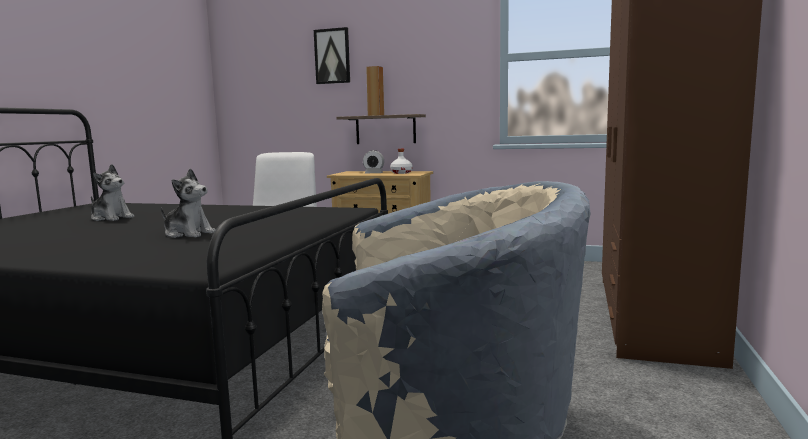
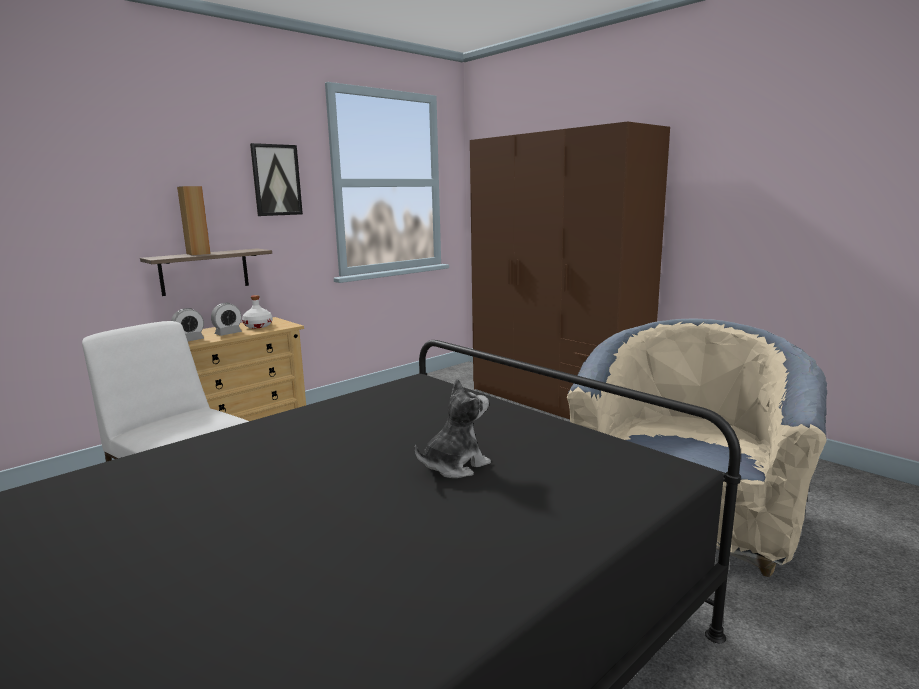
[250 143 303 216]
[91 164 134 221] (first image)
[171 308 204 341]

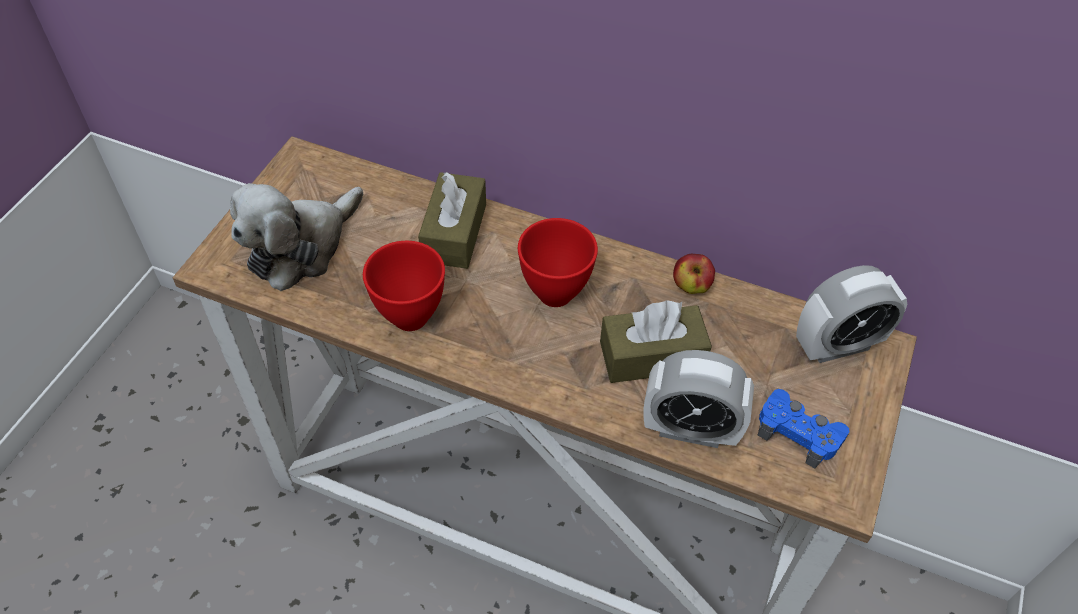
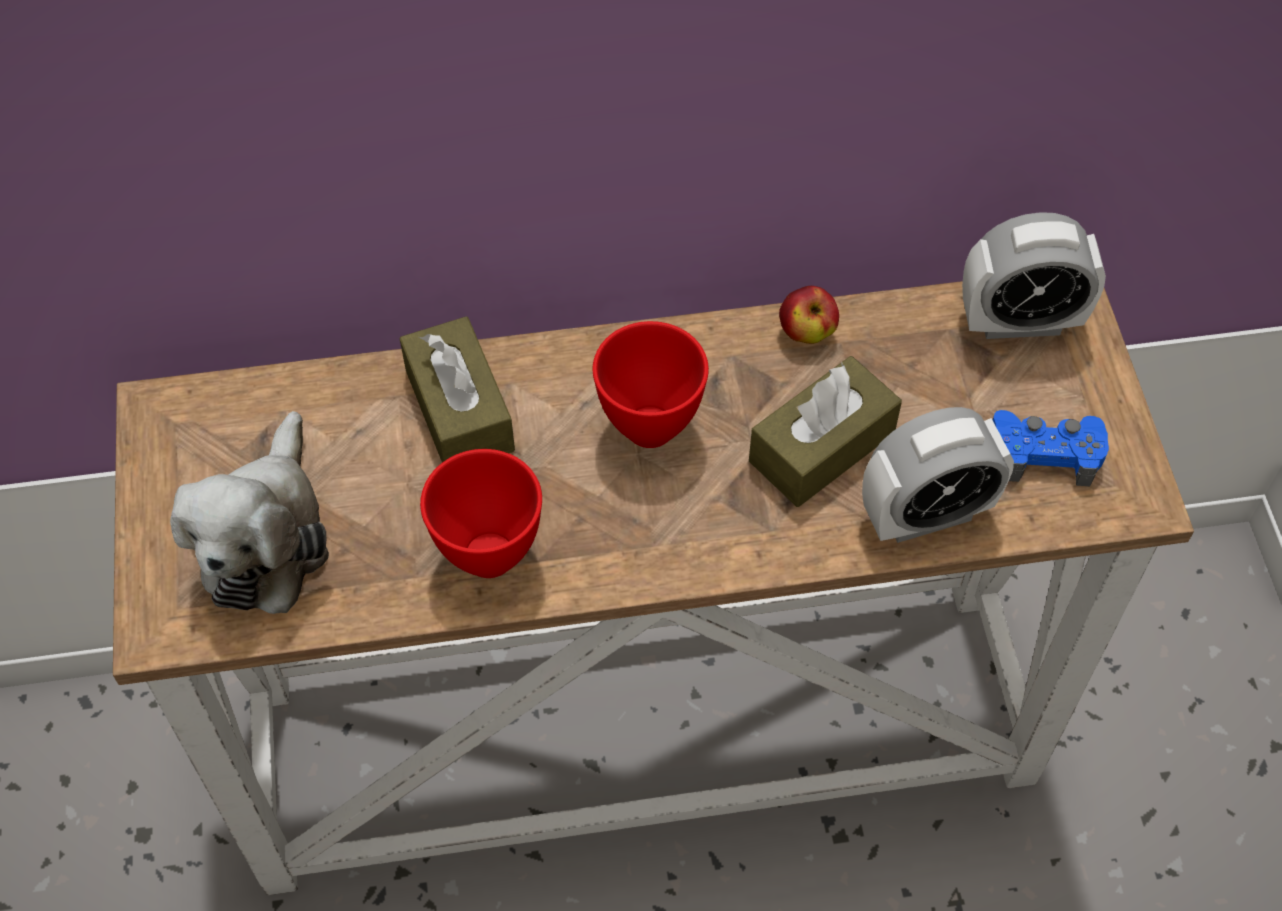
[962 212 1106 339]

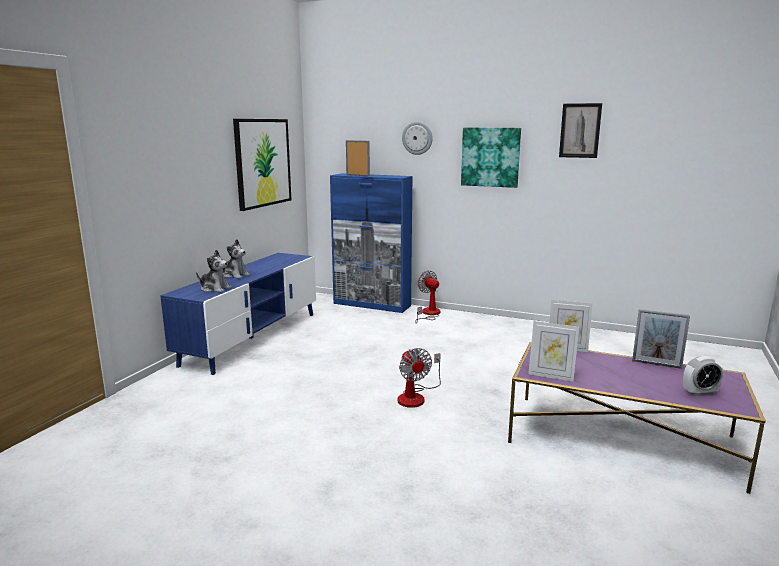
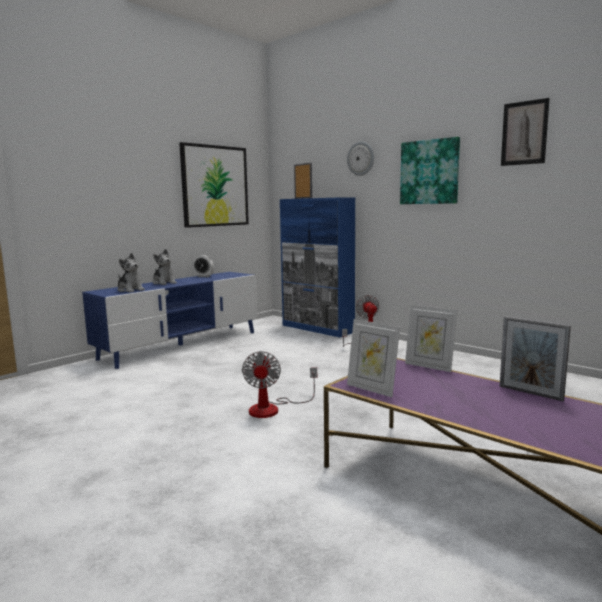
[193 255 214 277]

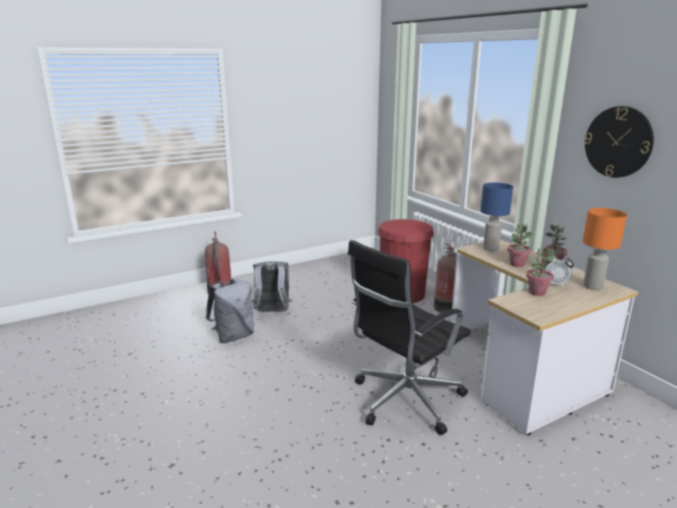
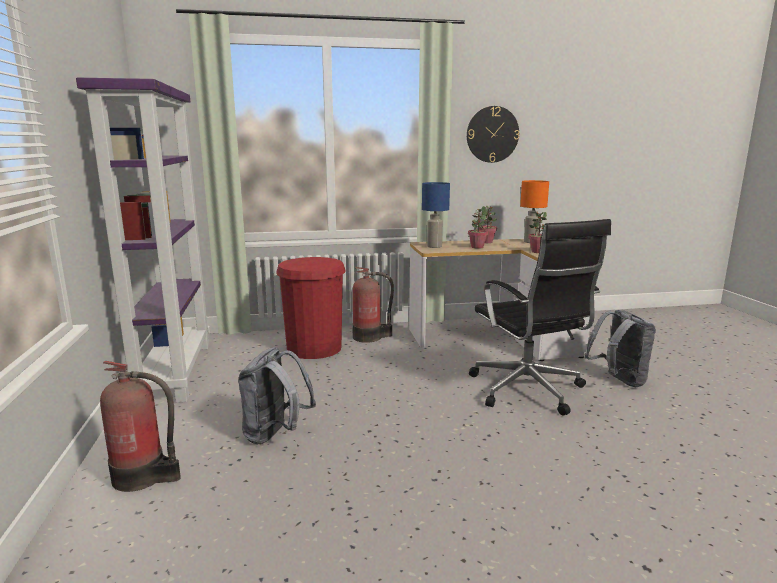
[545 252 574 287] (first image)
[584 310 656 387]
[76 77 210 403]

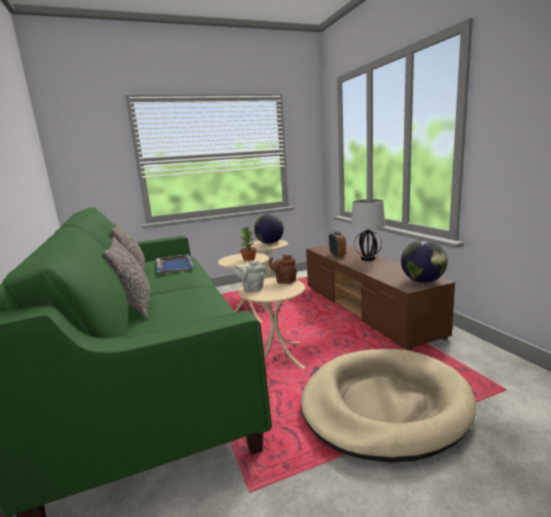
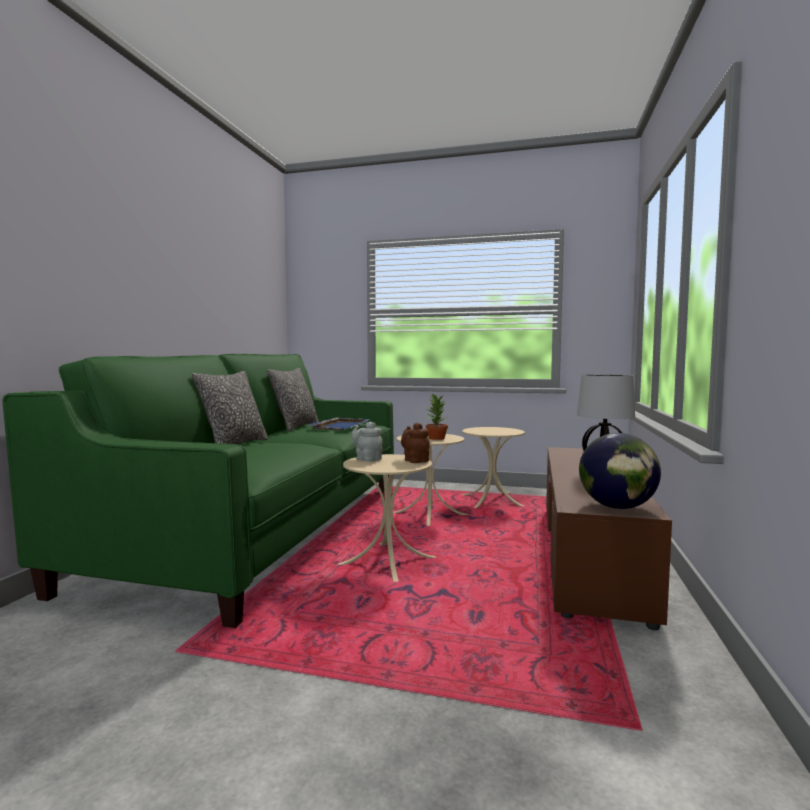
[254 214 284 244] (first image)
[329 231 346 257] (first image)
[301 349 476 463] (first image)

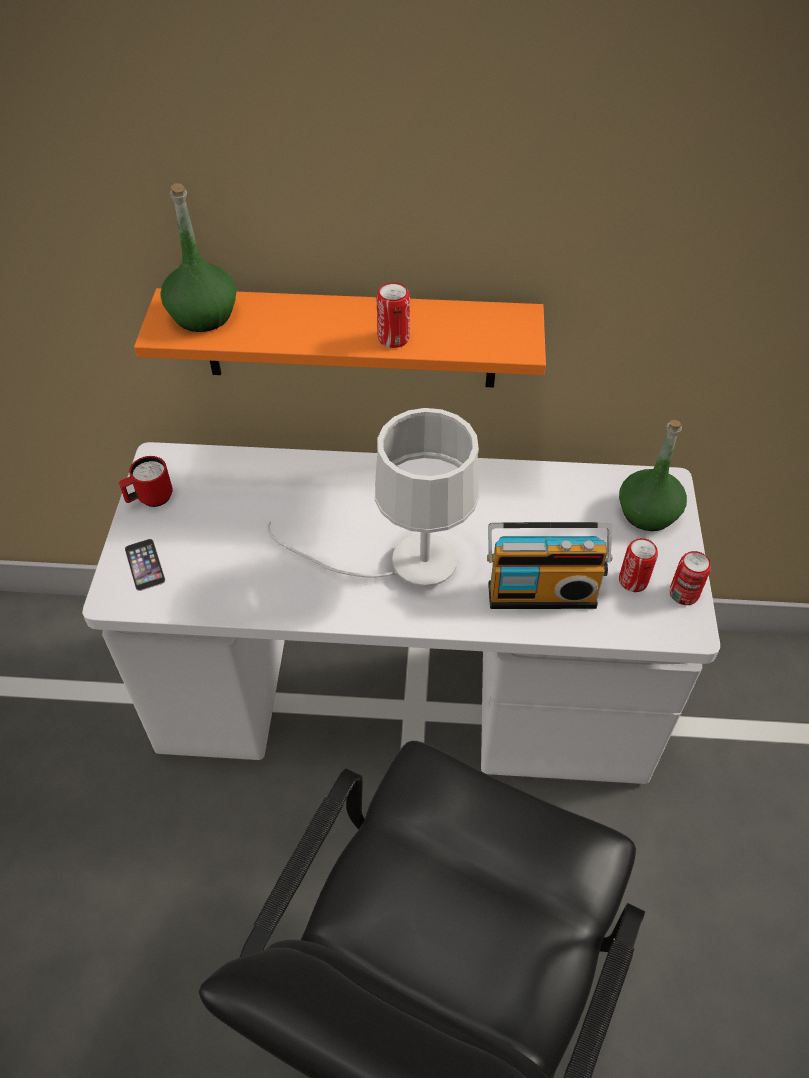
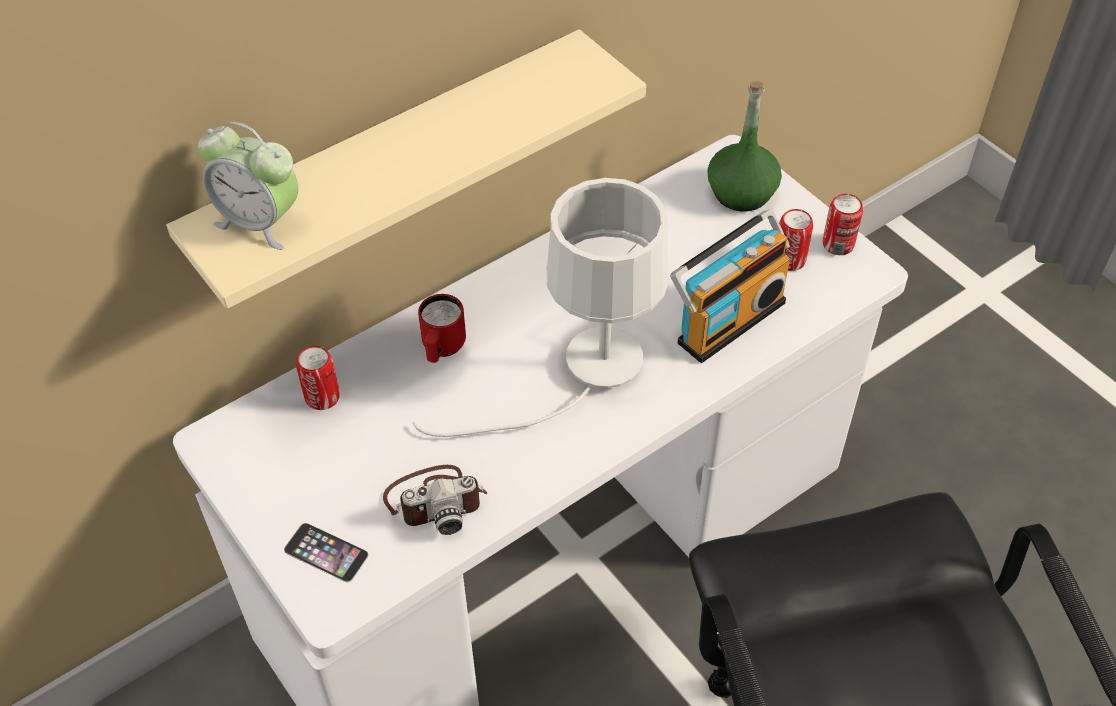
[198 122 298 250]
[296 346 340 410]
[167 29 646 309]
[418 294 466 363]
[383 465 487 535]

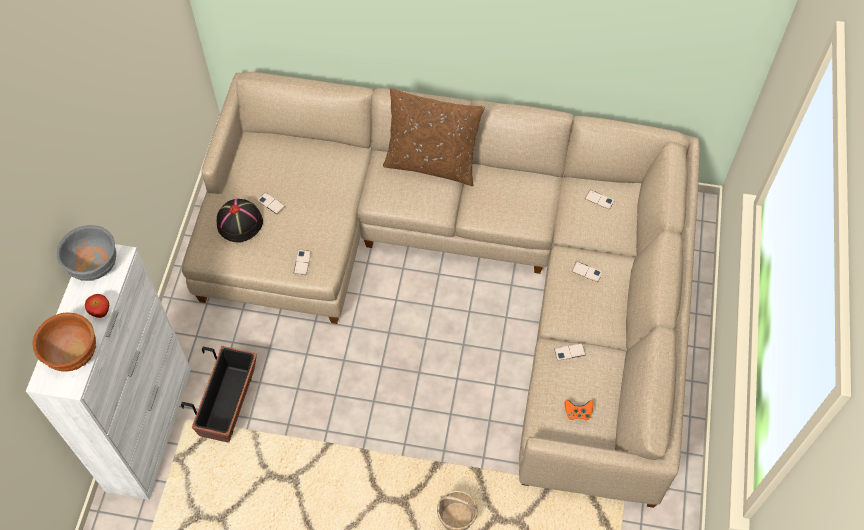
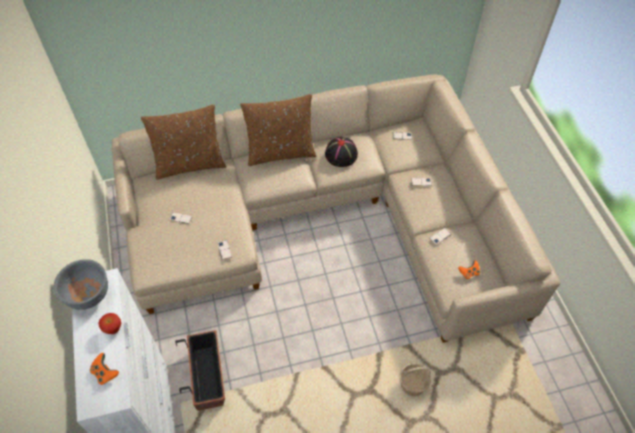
[325 137 358 167]
[90 353 119 385]
[141 104 226 180]

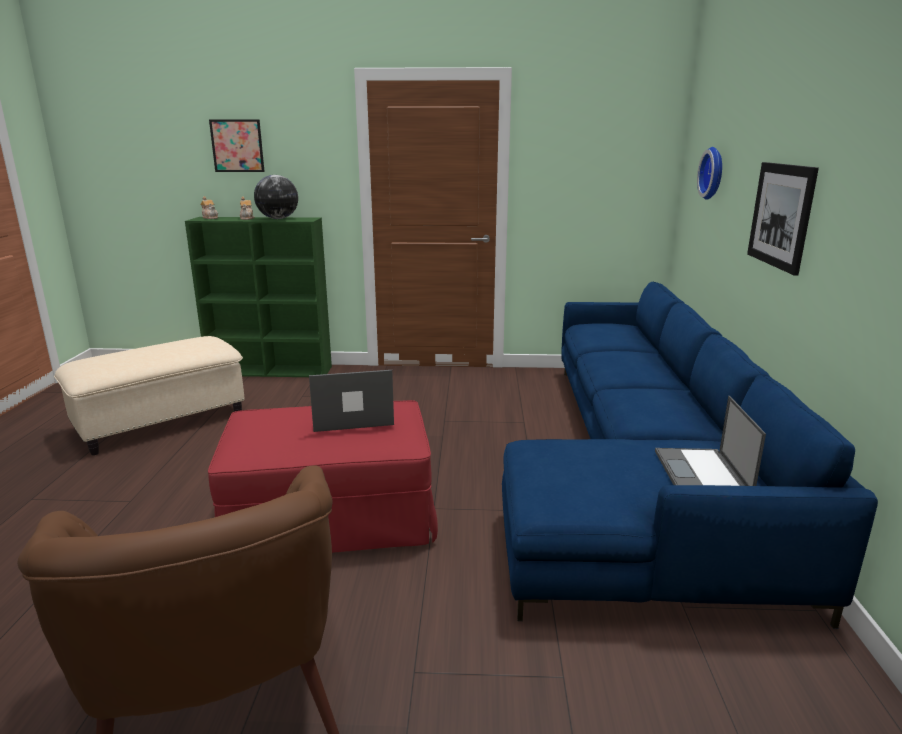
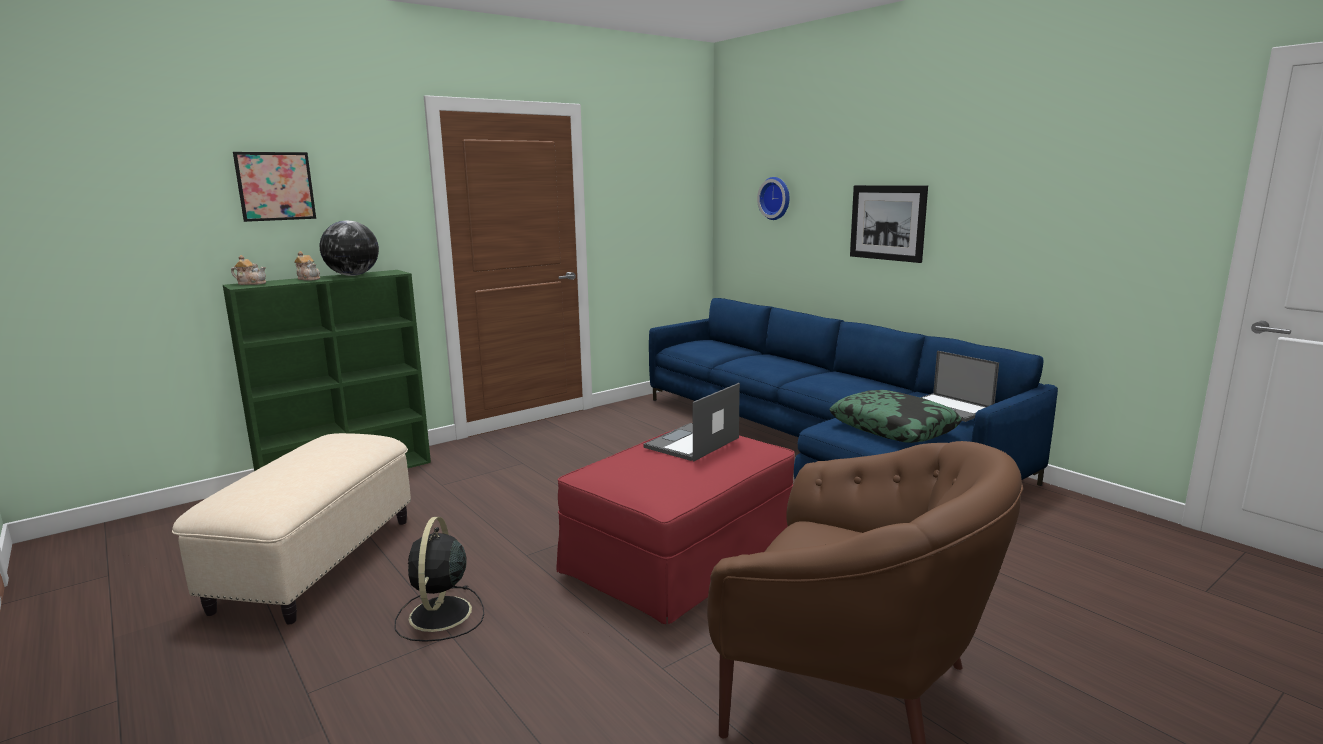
[830 390 962 443]
[394 517 484 642]

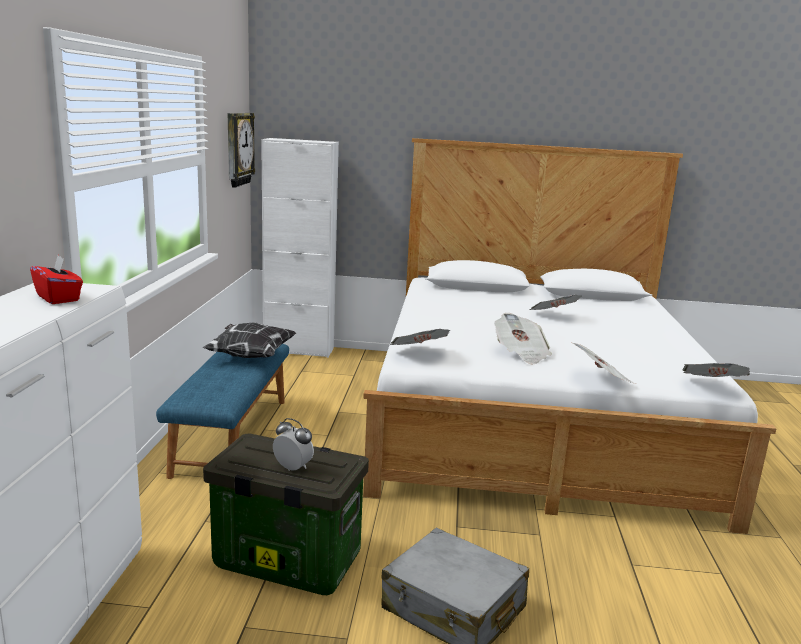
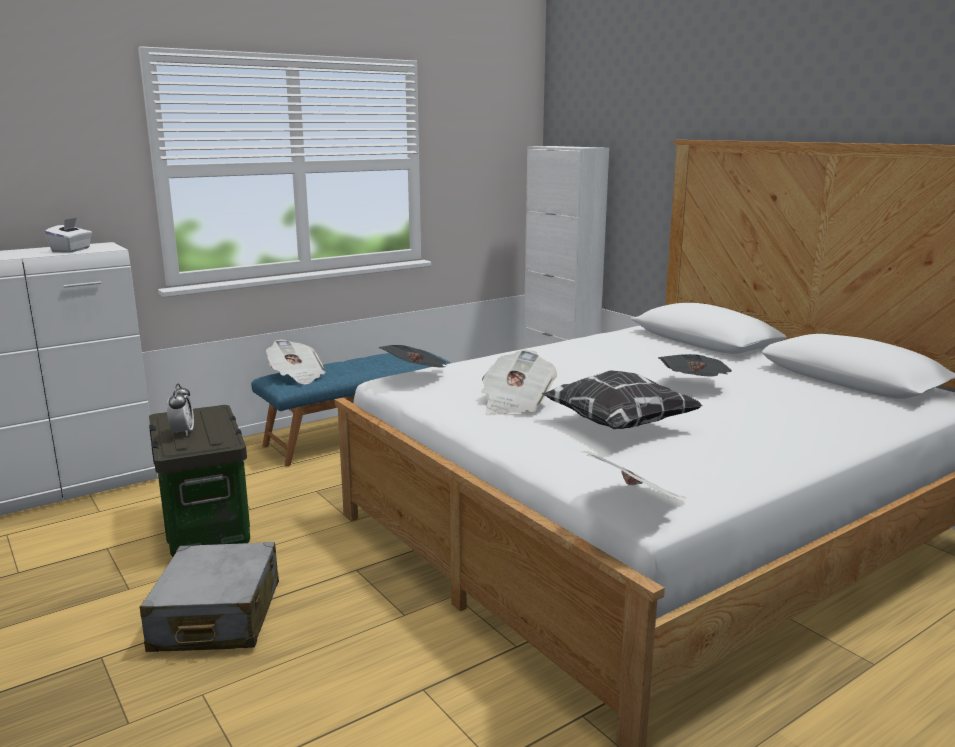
[228 113 255 188] (first image)
[45 218 92 253]
[542 370 703 429]
[266 340 326 385]

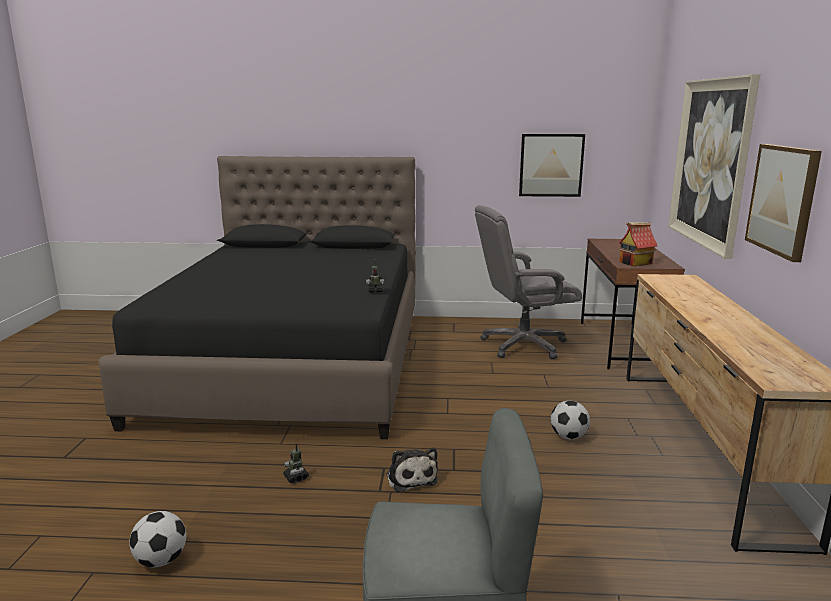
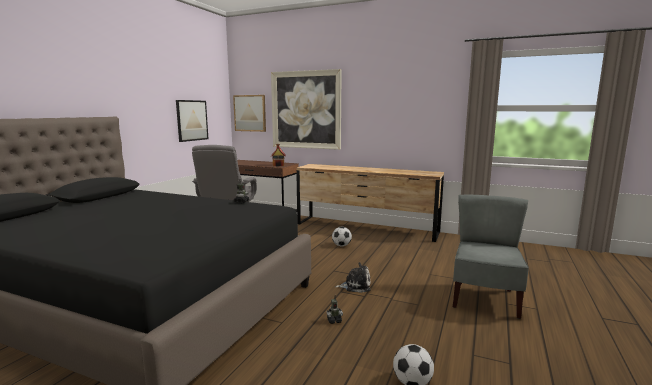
[233 95 266 132]

